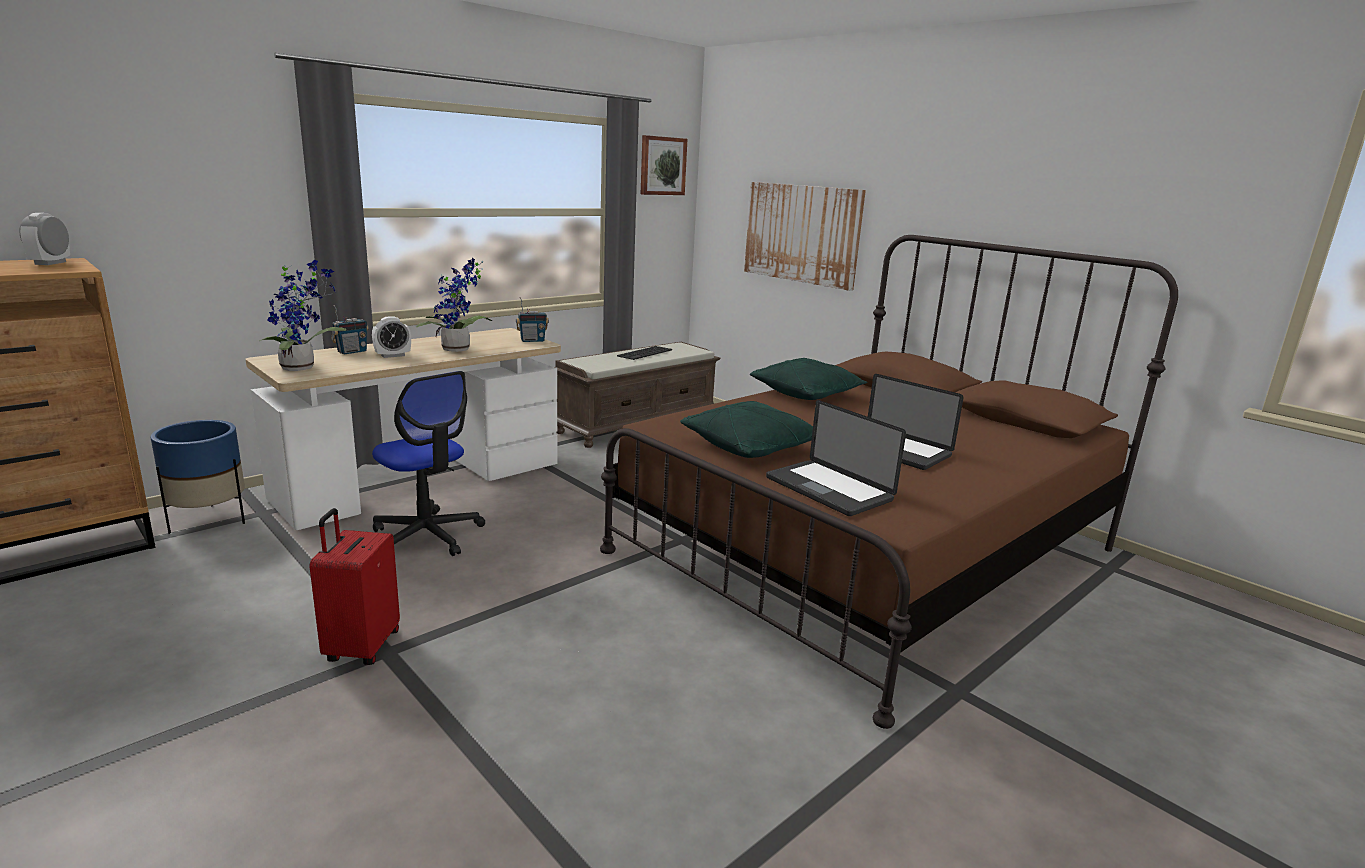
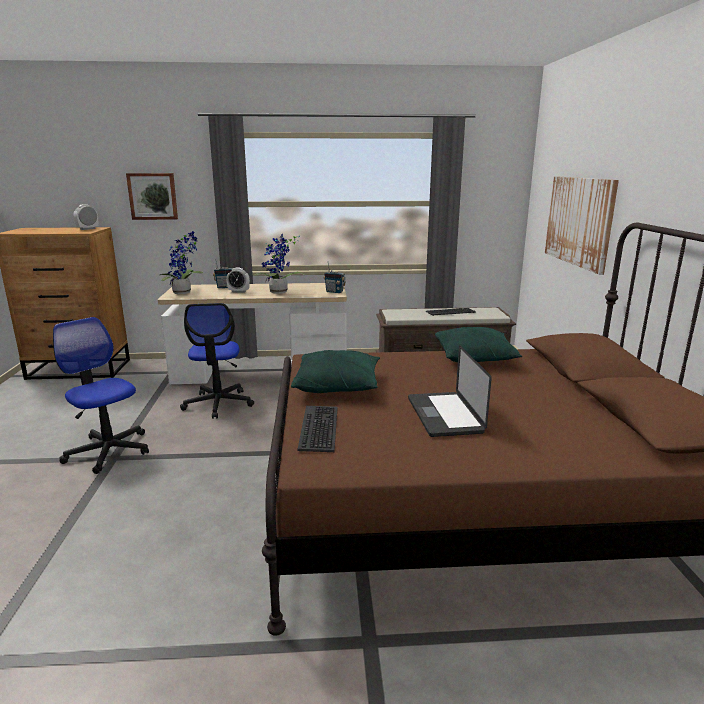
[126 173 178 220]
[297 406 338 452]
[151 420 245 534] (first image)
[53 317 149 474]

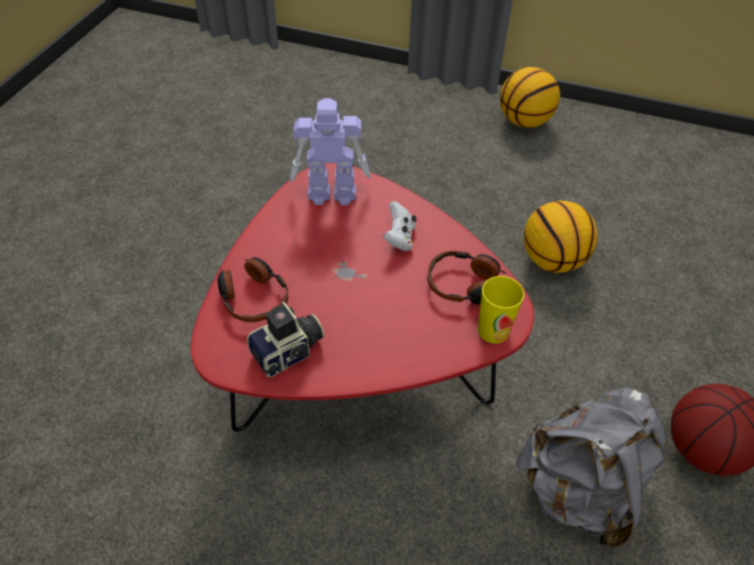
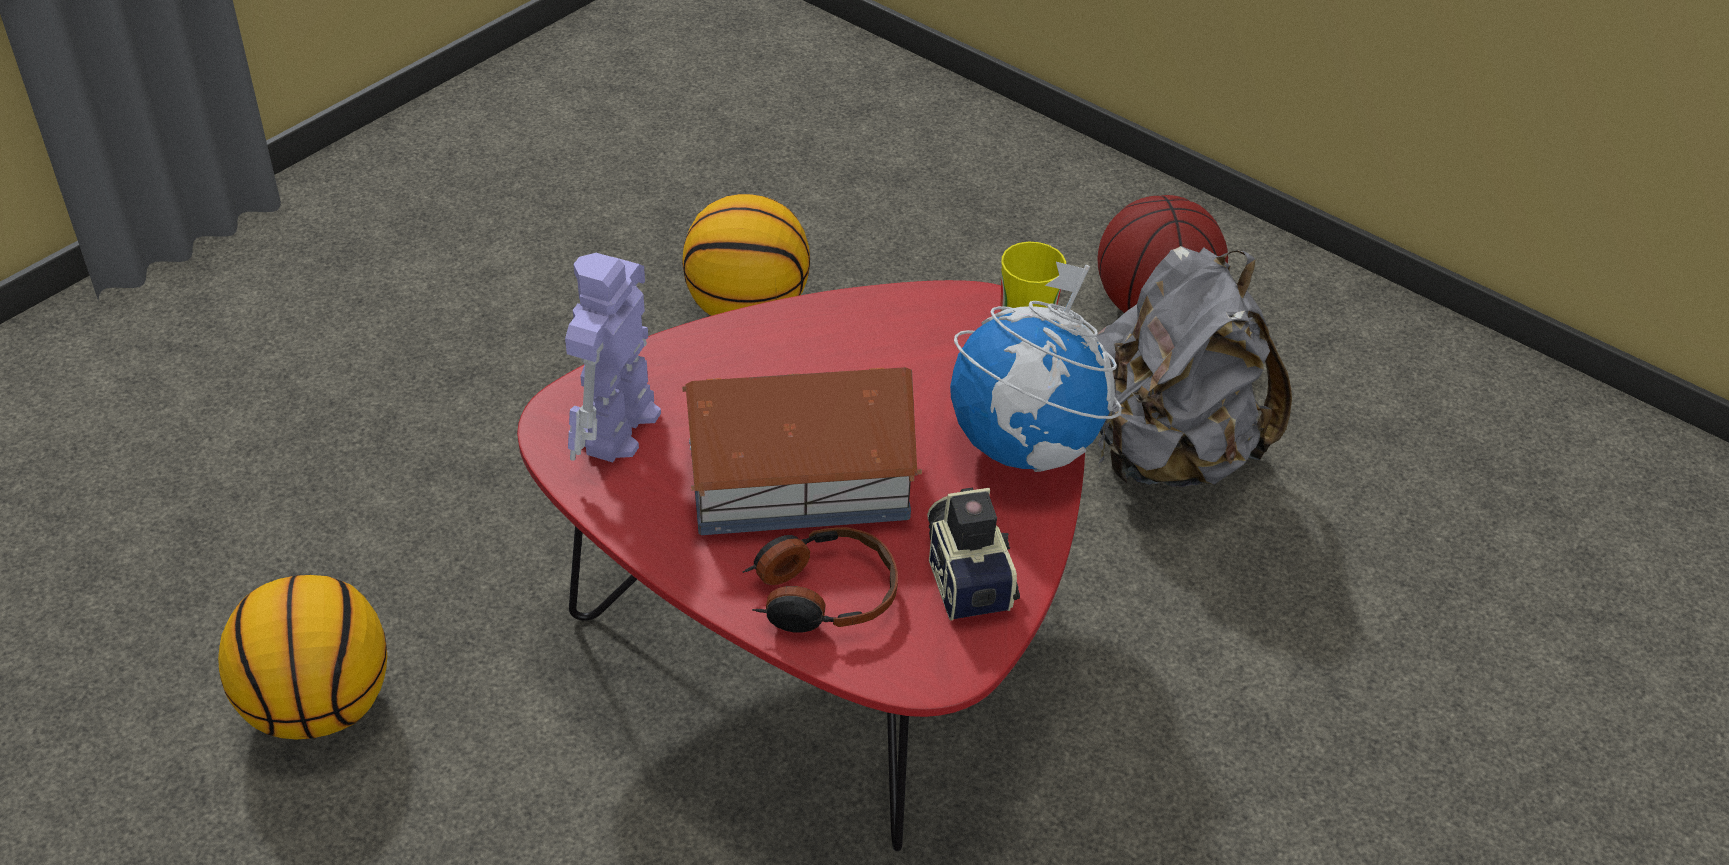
[218 575 387 739]
[383 201 417 251] (first image)
[427 251 507 304] (first image)
[950 262 1122 472]
[682 367 922 535]

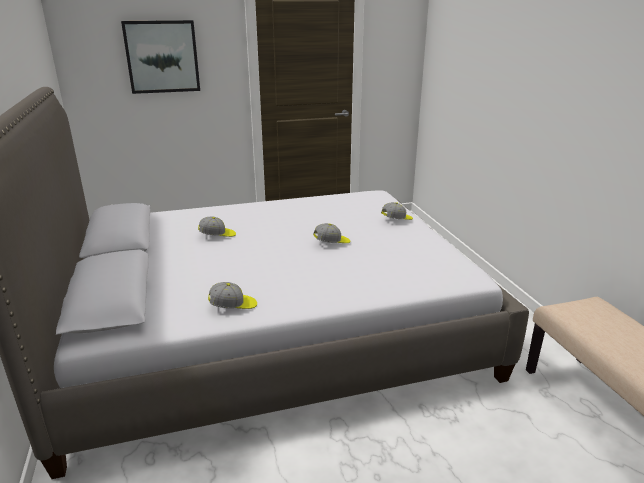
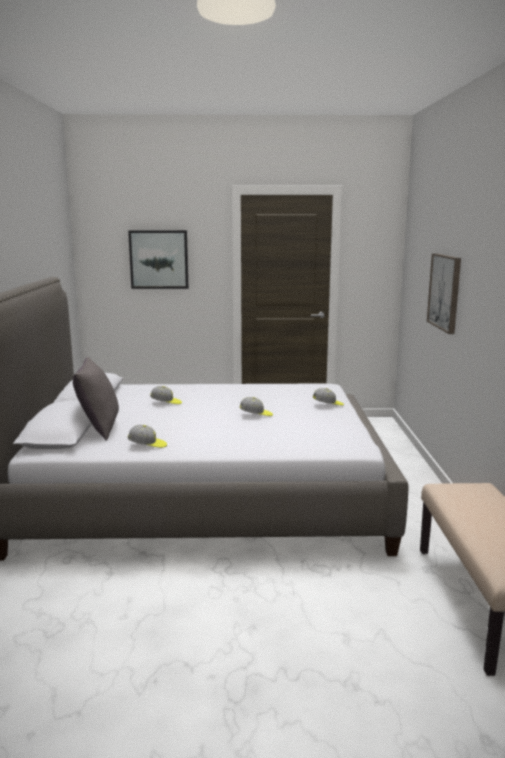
[427 254 461 334]
[73 357 119 441]

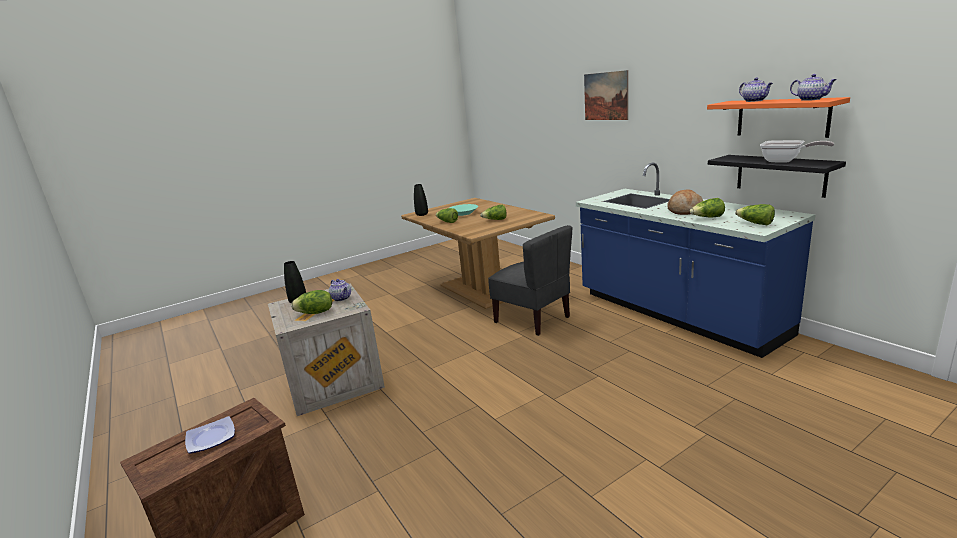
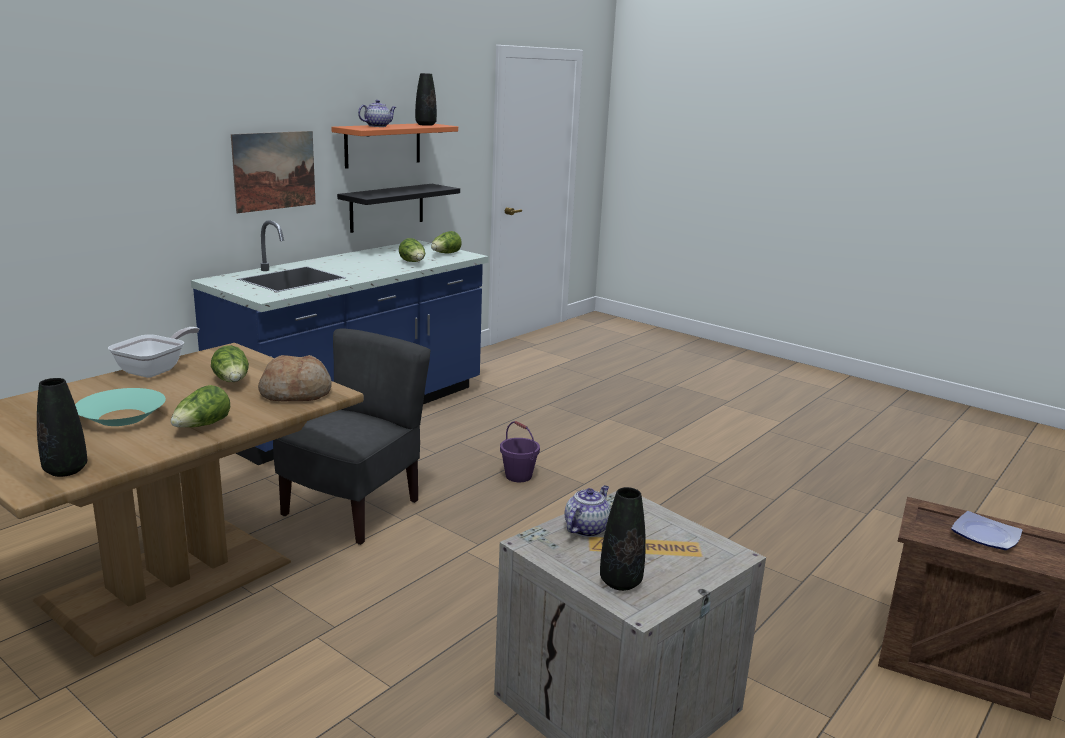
[231 131 316 213]
[415 73 437 126]
[108 327 199 378]
[258 355 332 401]
[291 290 332 314] (first image)
[500 421 540 482]

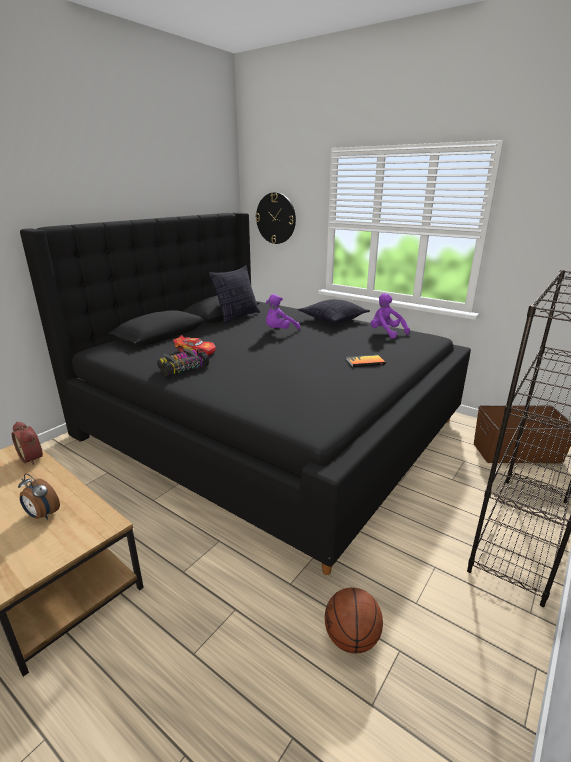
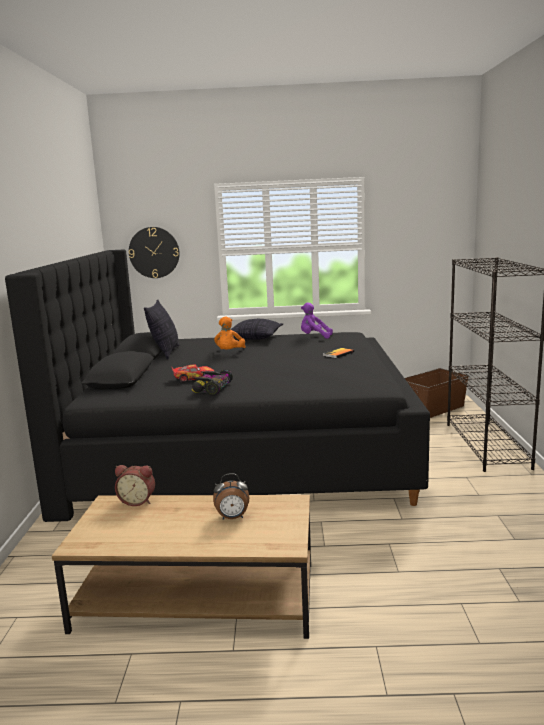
[214 317 246 349]
[325 588 383 654] (first image)

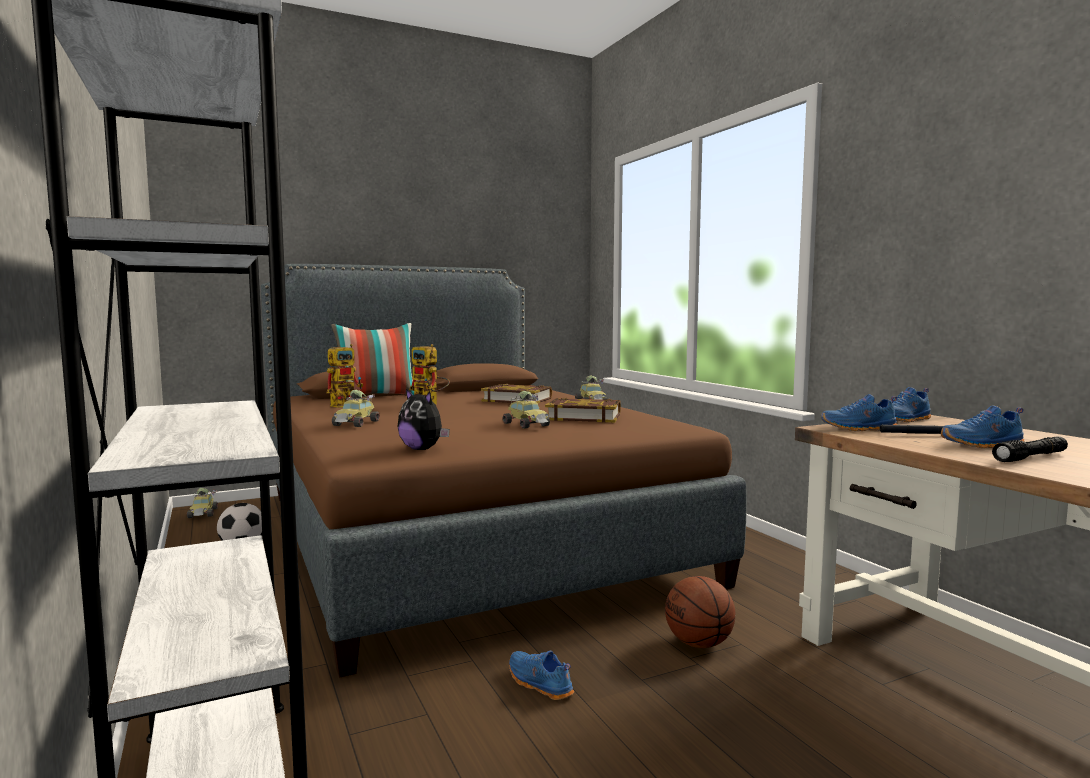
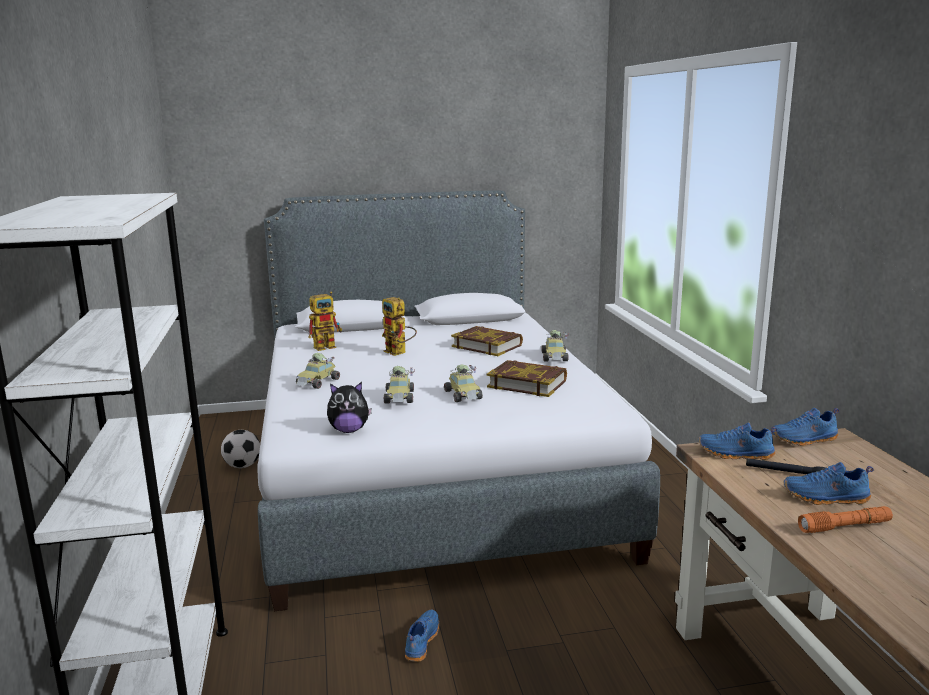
[258 191 660 611]
[331 323 414 396] (first image)
[327 382 372 433]
[798 506 893 533]
[384 366 415 404]
[665 576 735 648] (first image)
[405 610 439 662]

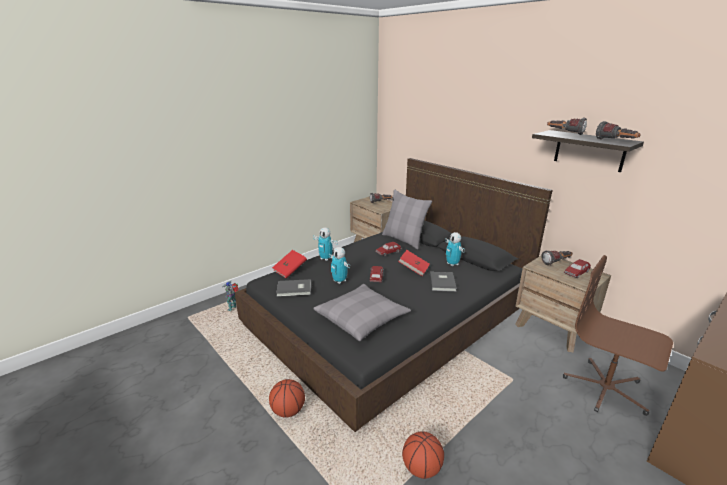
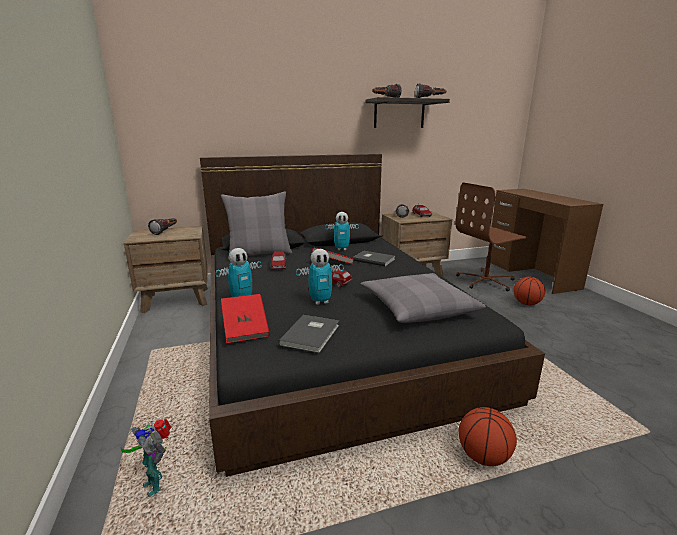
[513 277 545 305]

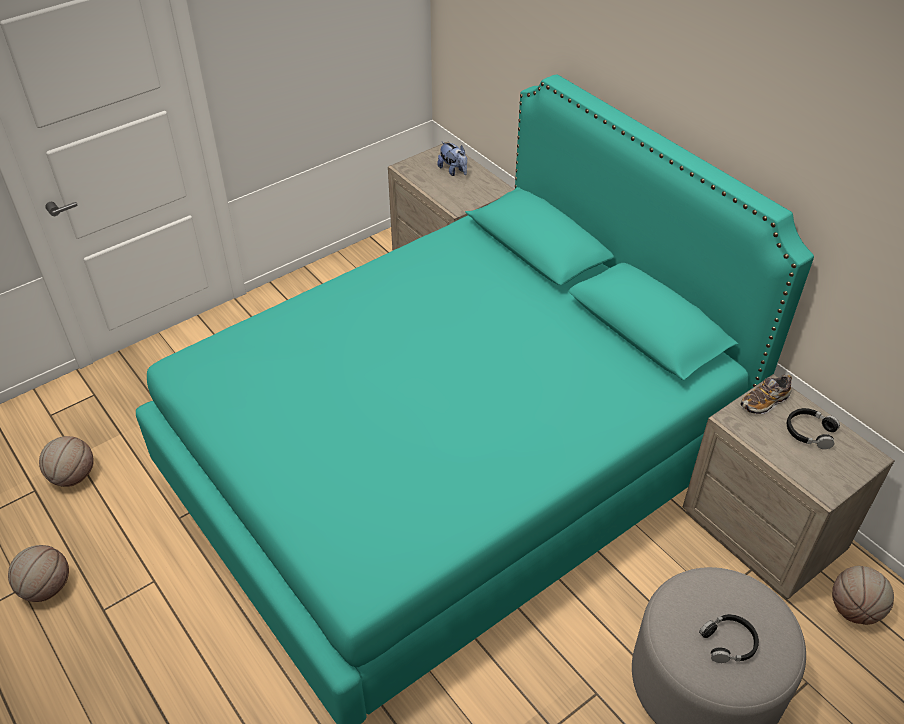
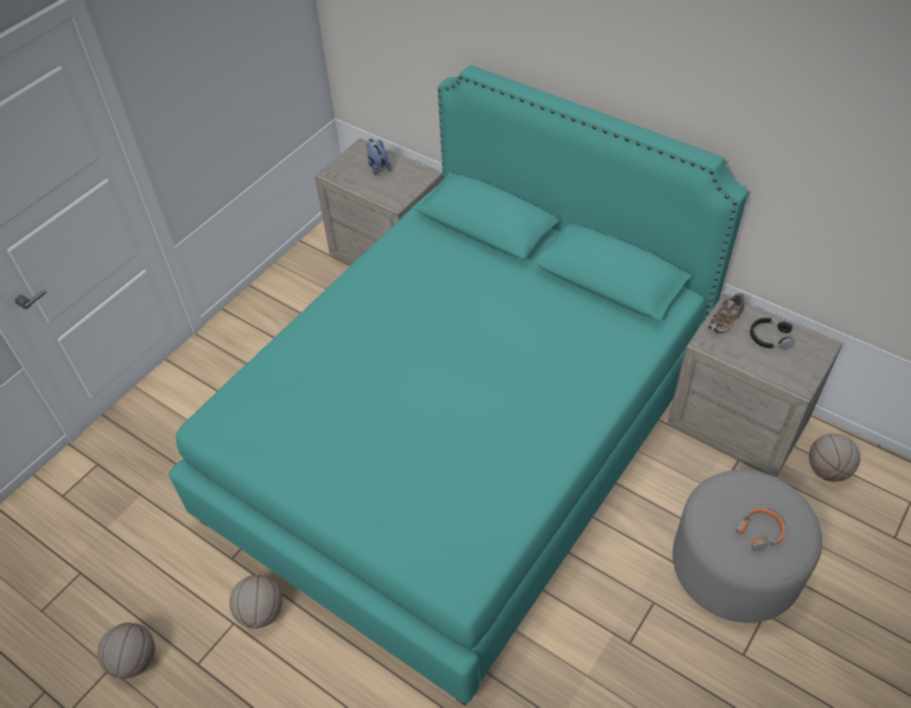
[366 139 392 176]
[229 575 283 628]
[735 508 785 552]

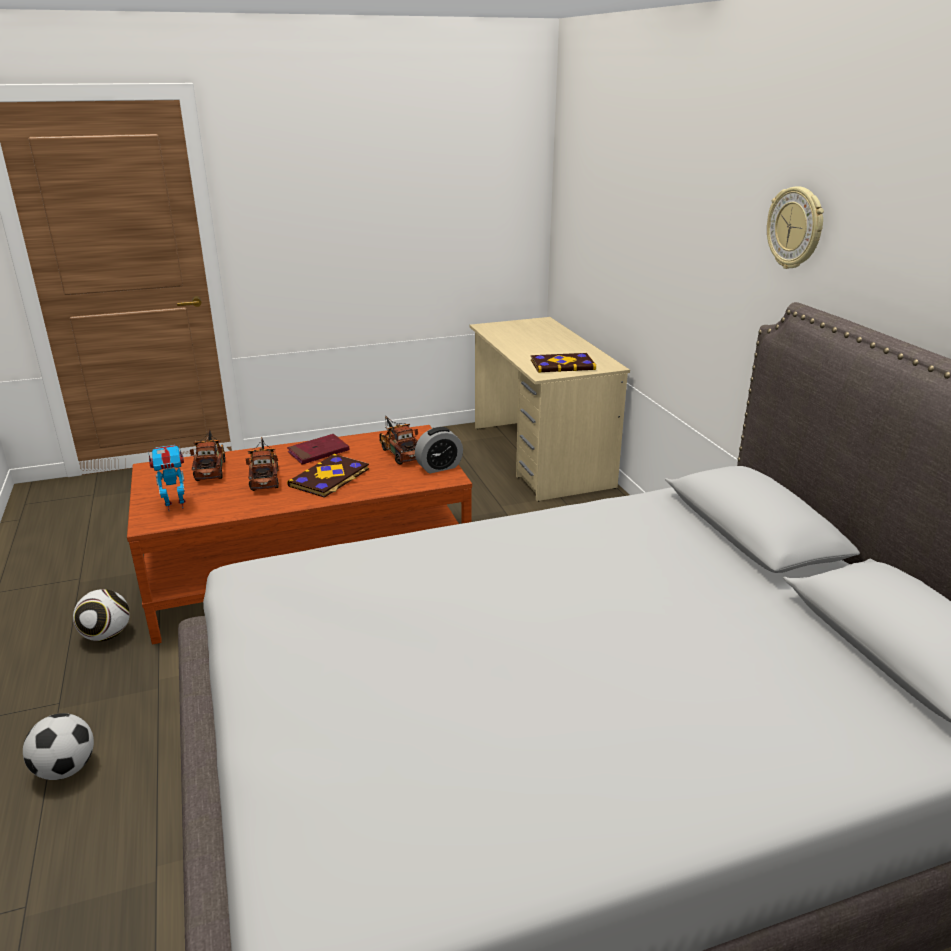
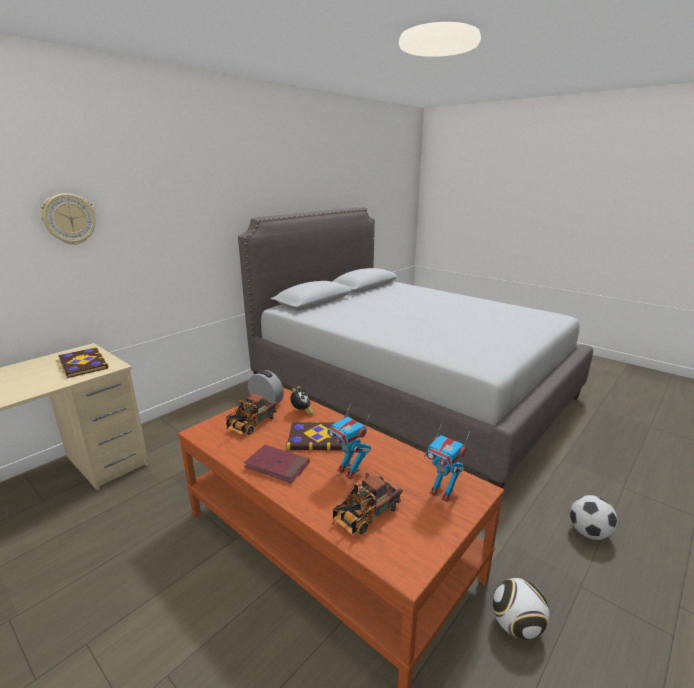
[40 193 96 245]
[327 403 371 479]
[290 386 314 415]

